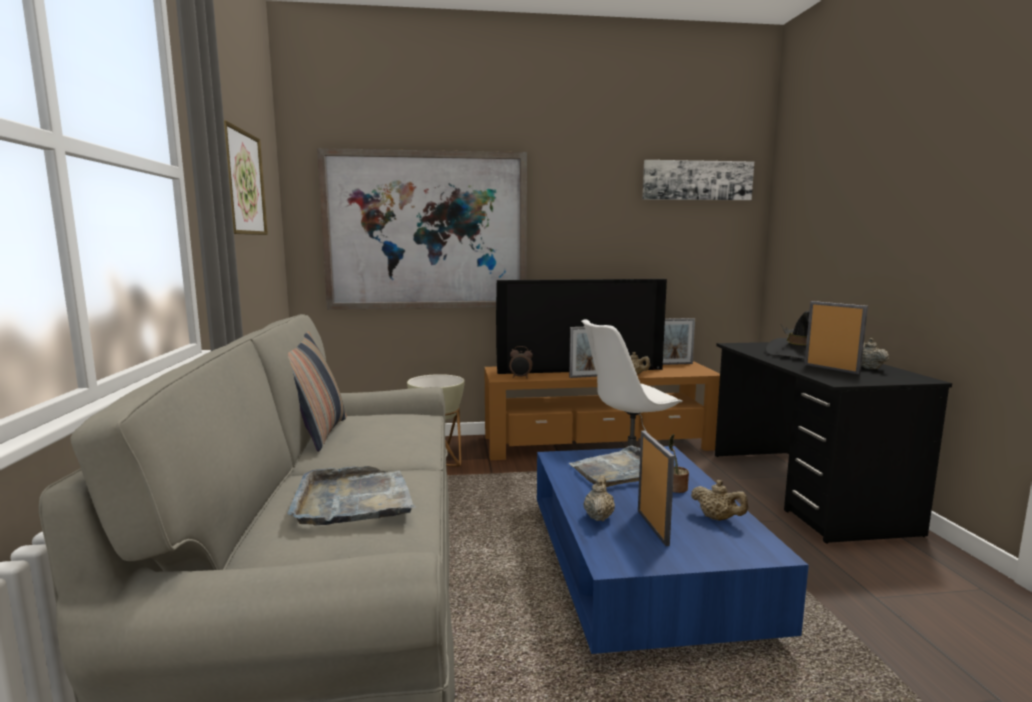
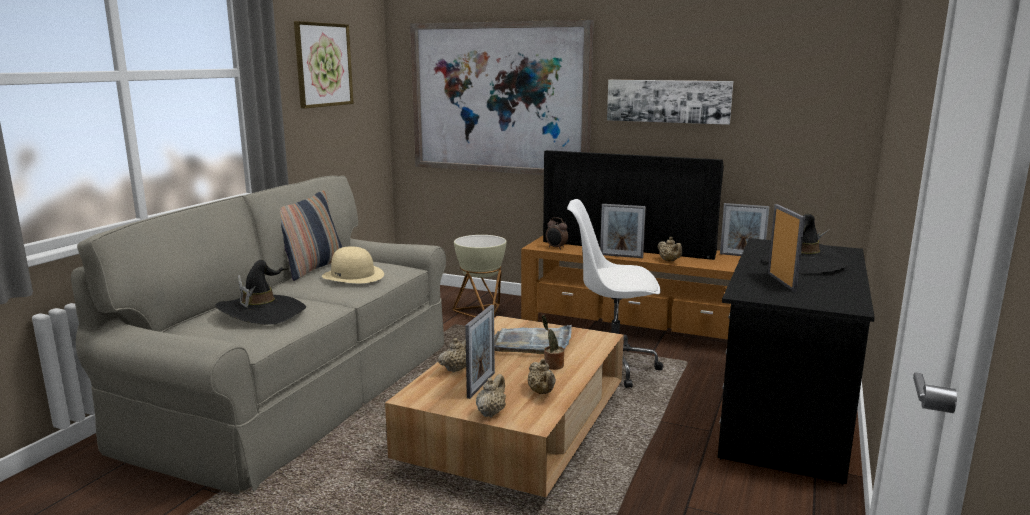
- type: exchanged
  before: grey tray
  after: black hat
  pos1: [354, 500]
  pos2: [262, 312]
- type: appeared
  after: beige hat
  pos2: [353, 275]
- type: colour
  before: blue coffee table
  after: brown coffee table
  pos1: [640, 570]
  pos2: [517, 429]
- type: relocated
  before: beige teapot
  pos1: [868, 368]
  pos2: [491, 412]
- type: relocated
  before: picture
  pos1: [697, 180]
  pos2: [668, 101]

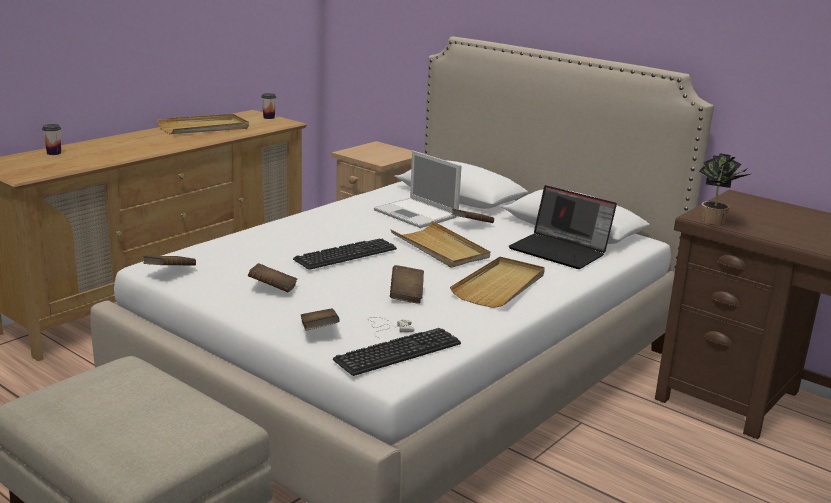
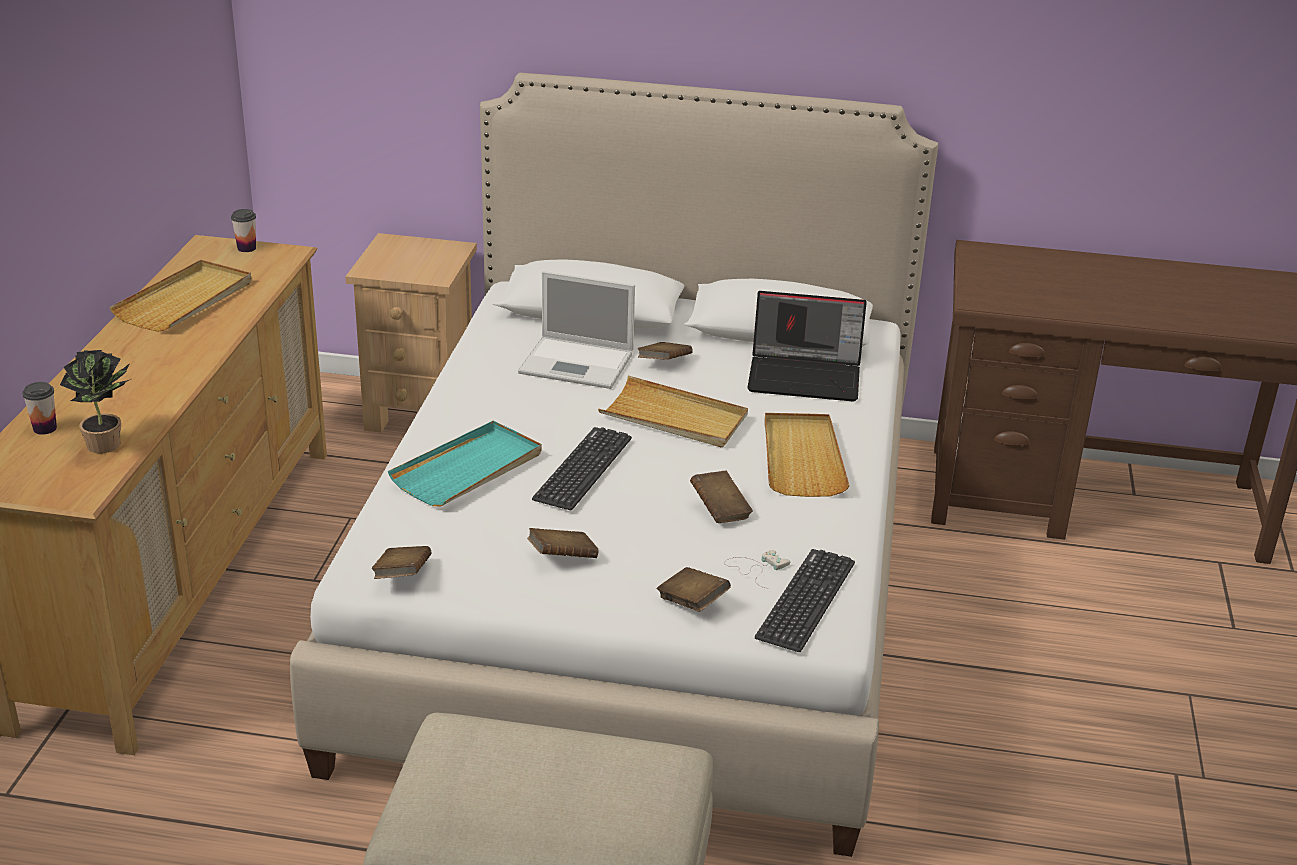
- type: relocated
  before: potted plant
  pos1: [716, 222]
  pos2: [108, 445]
- type: appeared
  after: turquoise tray
  pos2: [468, 469]

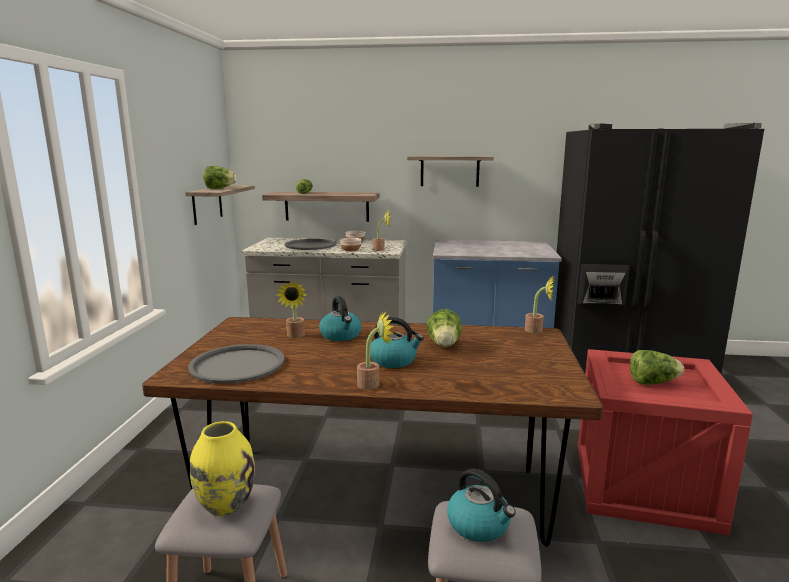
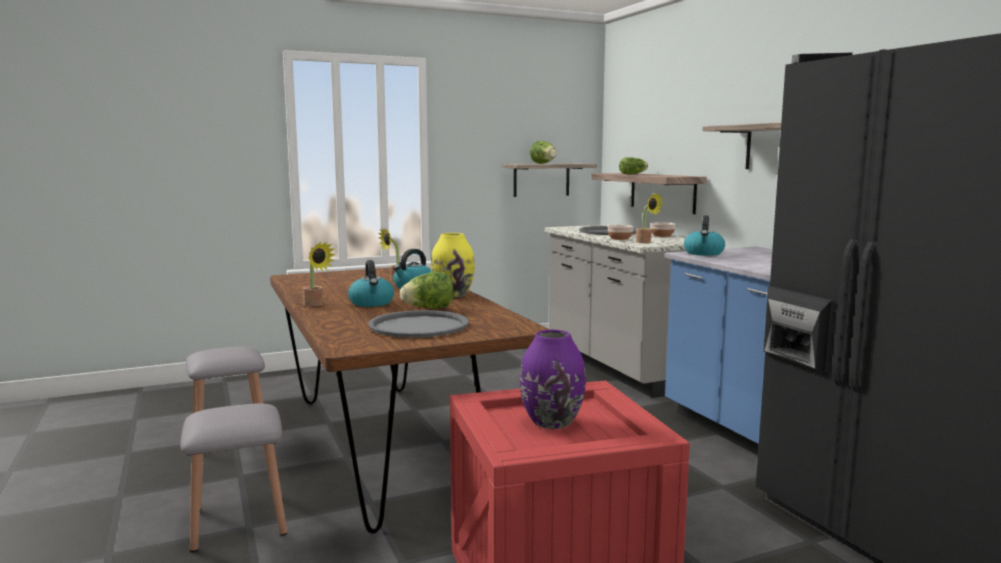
- type: relocated
  before: grey tray
  pos1: [237, 365]
  pos2: [418, 326]
- type: relocated
  before: yellow vase
  pos1: [225, 504]
  pos2: [453, 295]
- type: exchanged
  before: lettuce
  after: purple vase
  pos1: [652, 382]
  pos2: [552, 422]
- type: relocated
  before: kettle
  pos1: [479, 525]
  pos2: [704, 253]
- type: missing
  before: potted plant
  pos1: [537, 330]

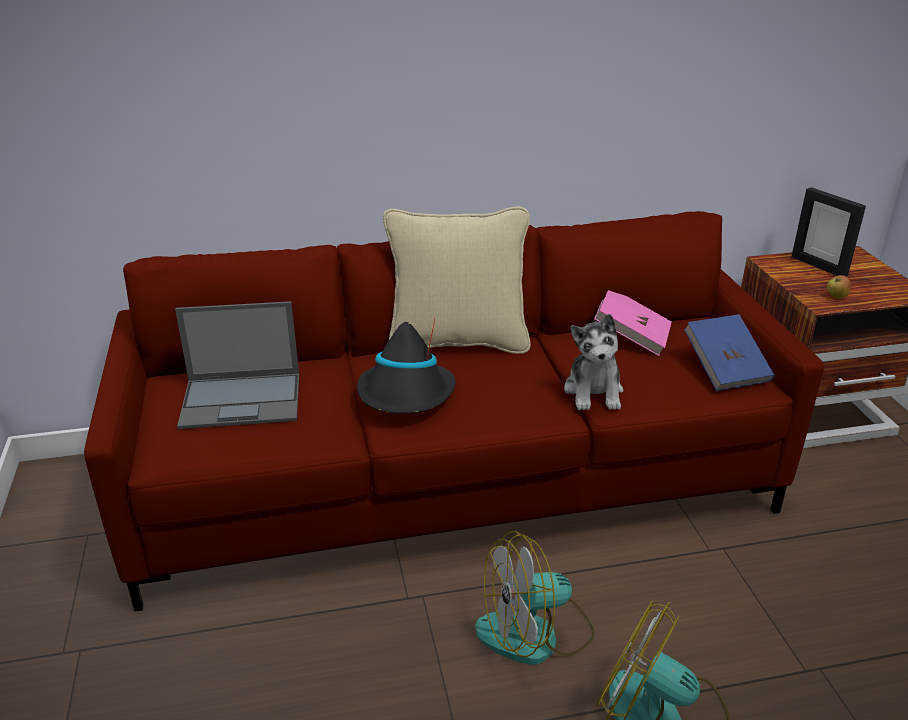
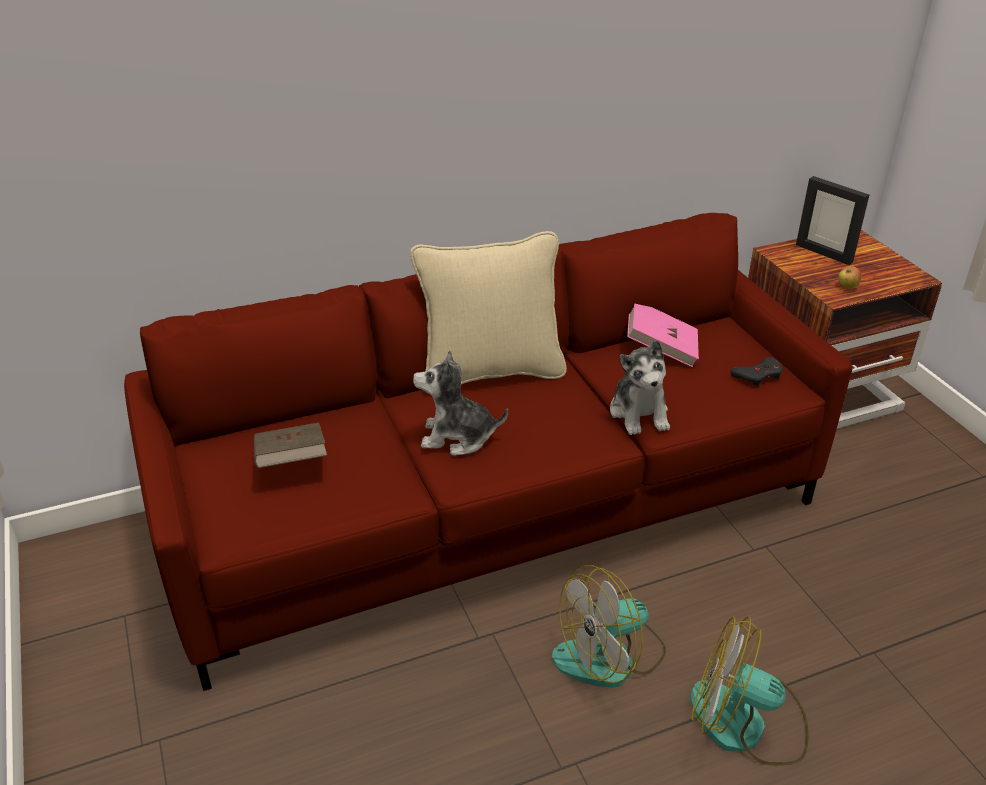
- type: exchanged
  before: laptop
  after: brown book
  pos1: [243, 400]
  pos2: [291, 462]
- type: exchanged
  before: black hat
  after: plush toy
  pos1: [406, 394]
  pos2: [457, 437]
- type: exchanged
  before: blue book
  after: black game controller
  pos1: [725, 369]
  pos2: [758, 375]

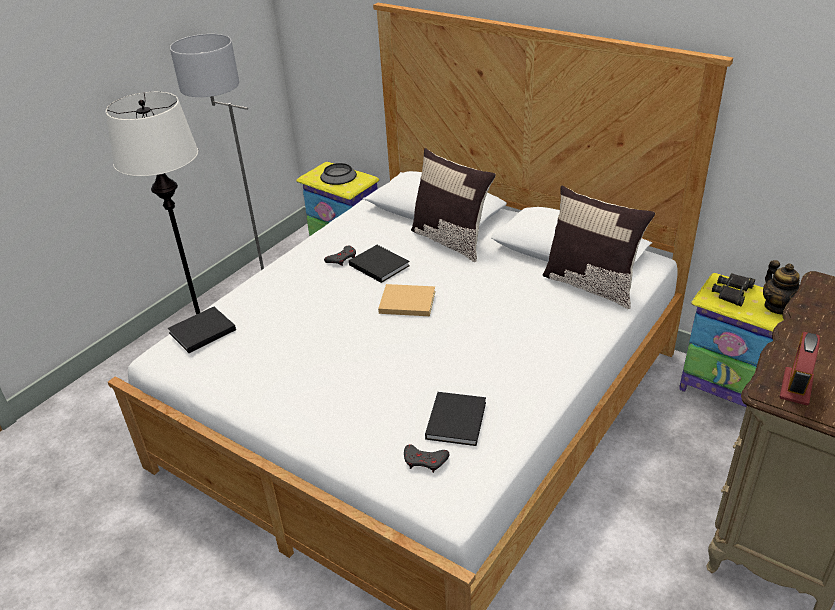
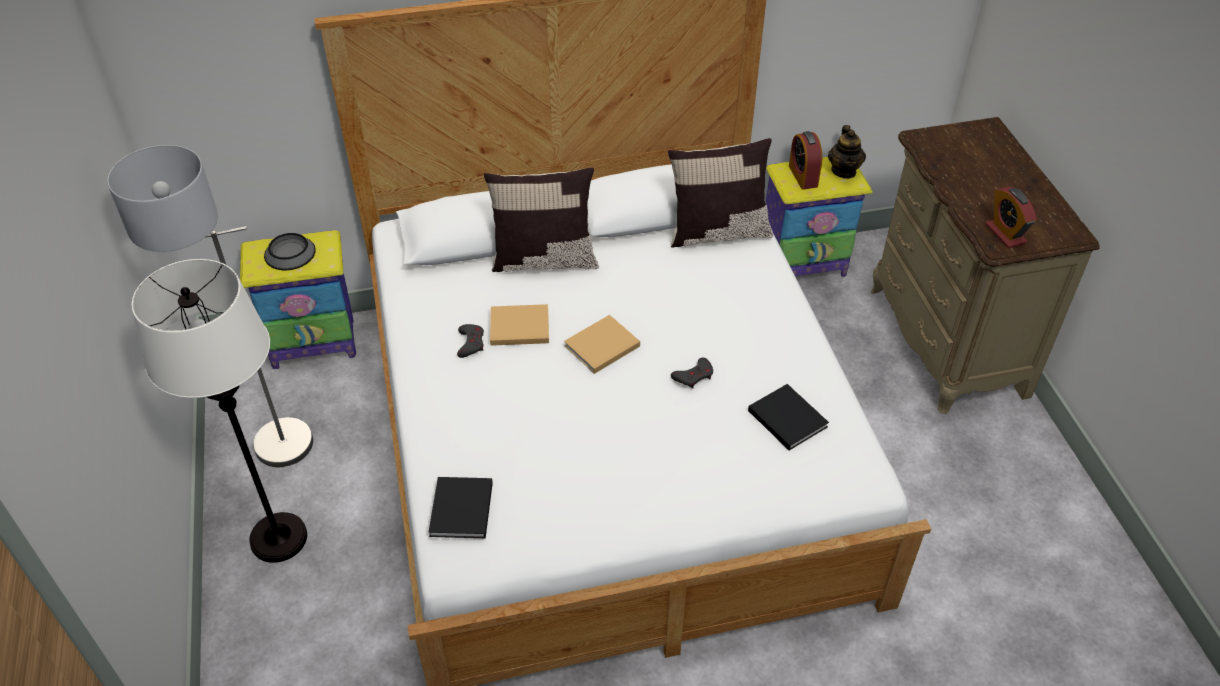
- type: colour
  before: black book
  after: beige book
  pos1: [378, 264]
  pos2: [517, 327]
- type: relocated
  before: grey game controller
  pos1: [425, 461]
  pos2: [694, 376]
- type: exchanged
  before: black binoculars
  after: alarm clock
  pos1: [733, 292]
  pos2: [803, 176]
- type: spun
  before: teapot
  pos1: [778, 307]
  pos2: [844, 171]
  turn: 60

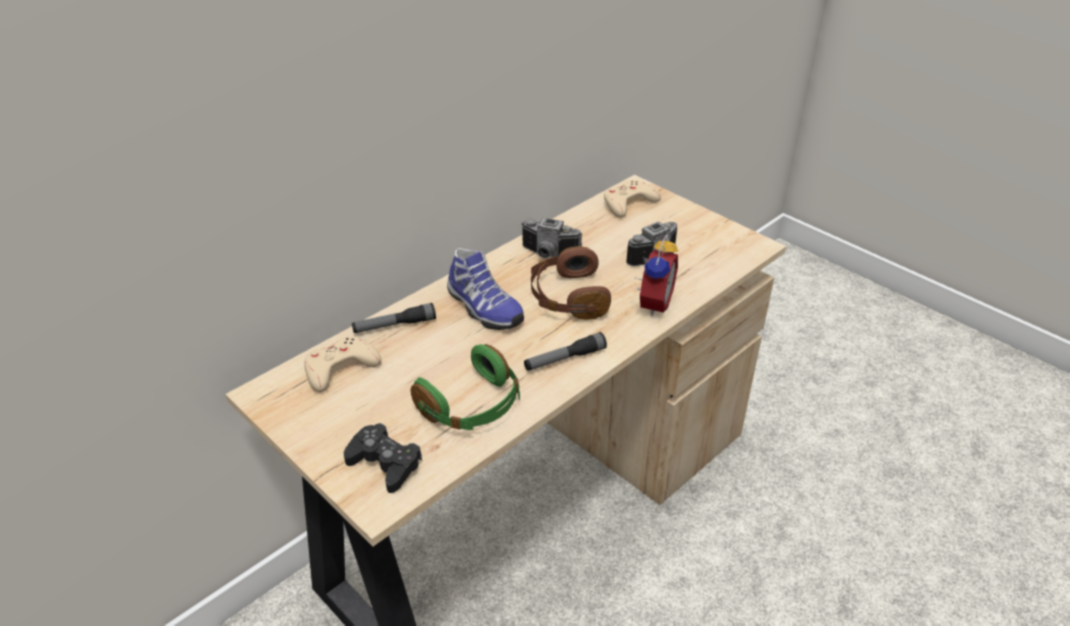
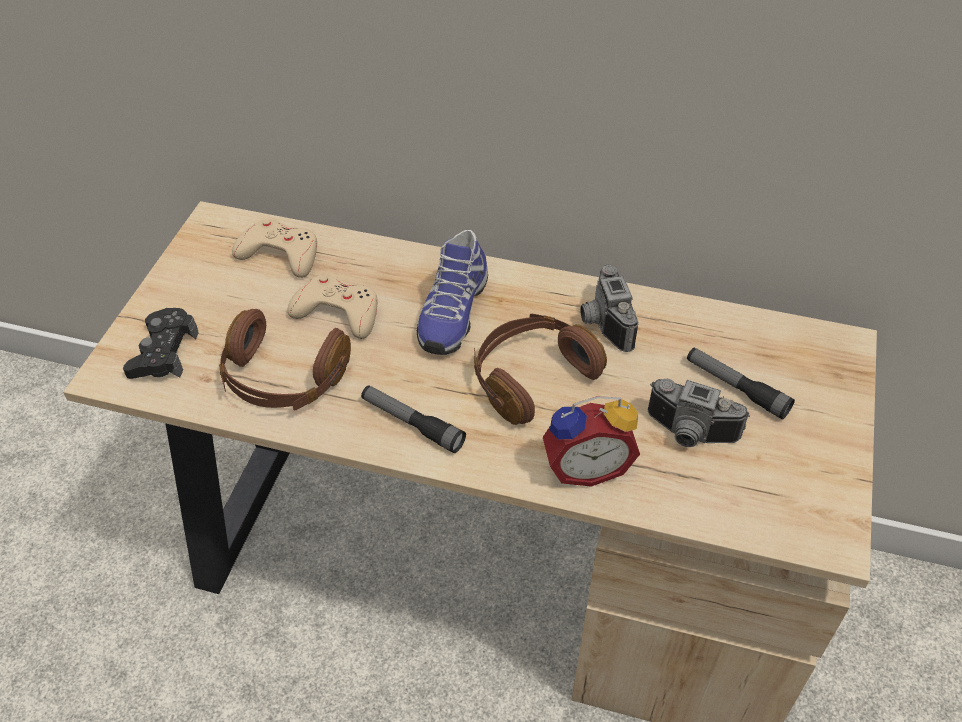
- type: colour
  before: green headphones
  after: brown headphones
  pos1: [472, 406]
  pos2: [283, 379]
- type: relocated
  before: beige game controller
  pos1: [628, 203]
  pos2: [338, 312]
- type: relocated
  before: flashlight
  pos1: [394, 325]
  pos2: [736, 388]

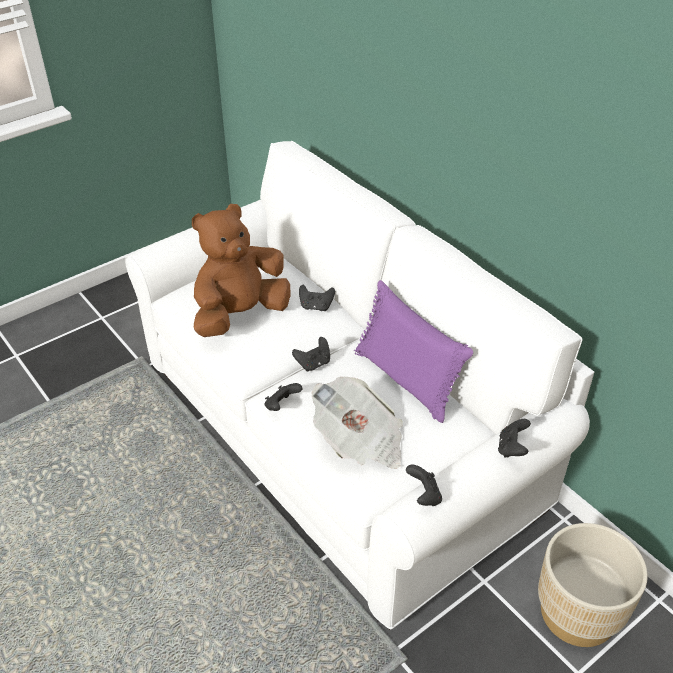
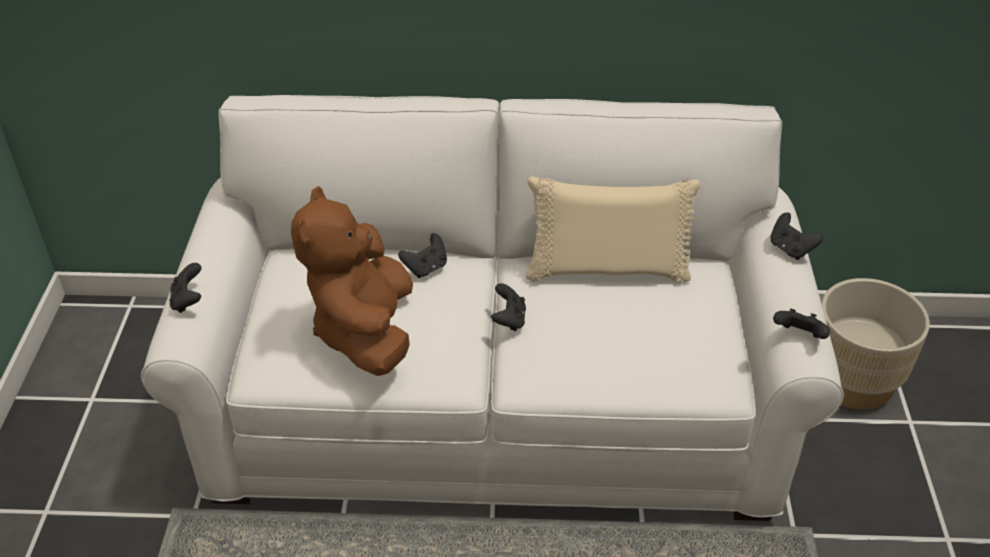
- type: relocated
  before: black game controller
  pos1: [282, 406]
  pos2: [188, 301]
- type: colour
  before: purple pillow
  after: beige pillow
  pos1: [407, 380]
  pos2: [607, 269]
- type: missing
  before: newspaper
  pos1: [360, 441]

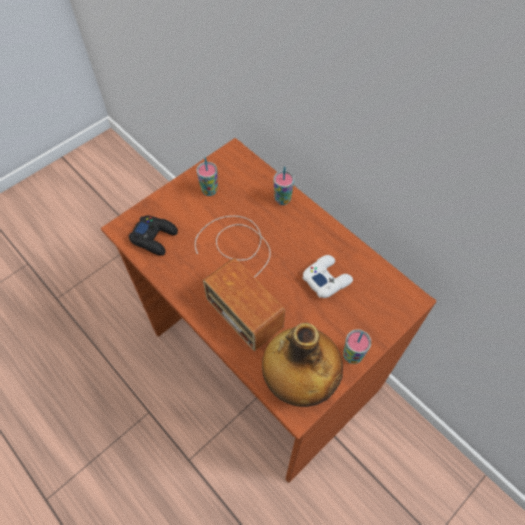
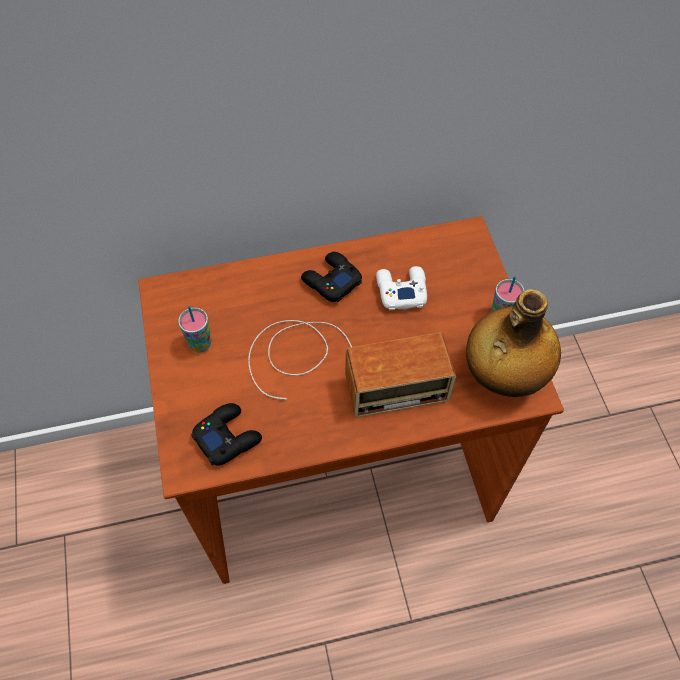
- type: appeared
  after: black game controller
  pos2: [331, 281]
- type: missing
  before: cup
  pos1: [282, 199]

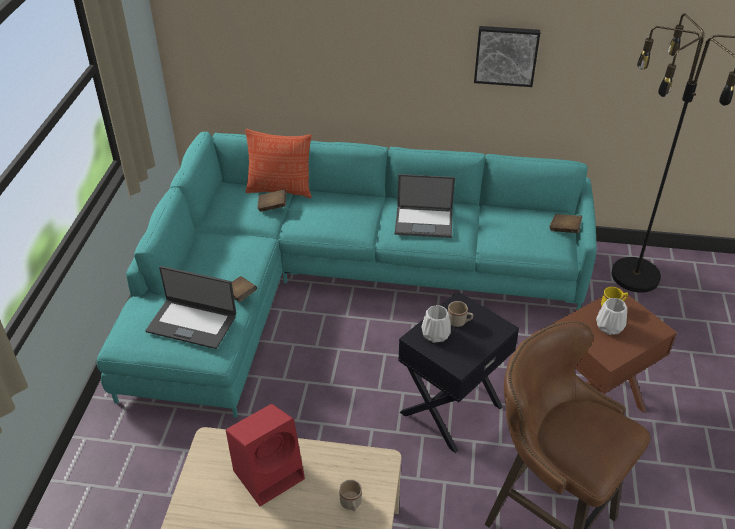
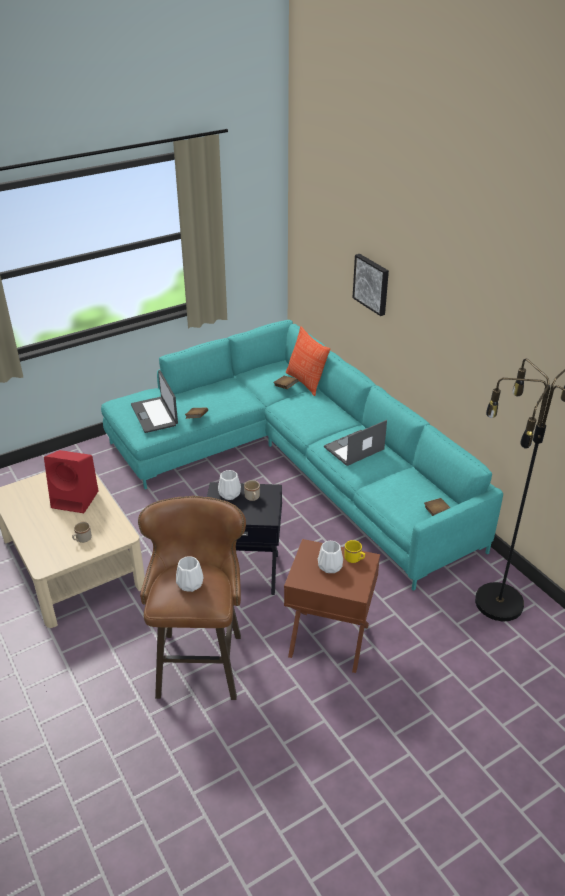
- type: appeared
  after: white vase
  pos2: [189, 583]
- type: spun
  before: laptop
  pos1: [424, 222]
  pos2: [353, 448]
  turn: 90
- type: relocated
  before: picture
  pos1: [506, 55]
  pos2: [372, 284]

